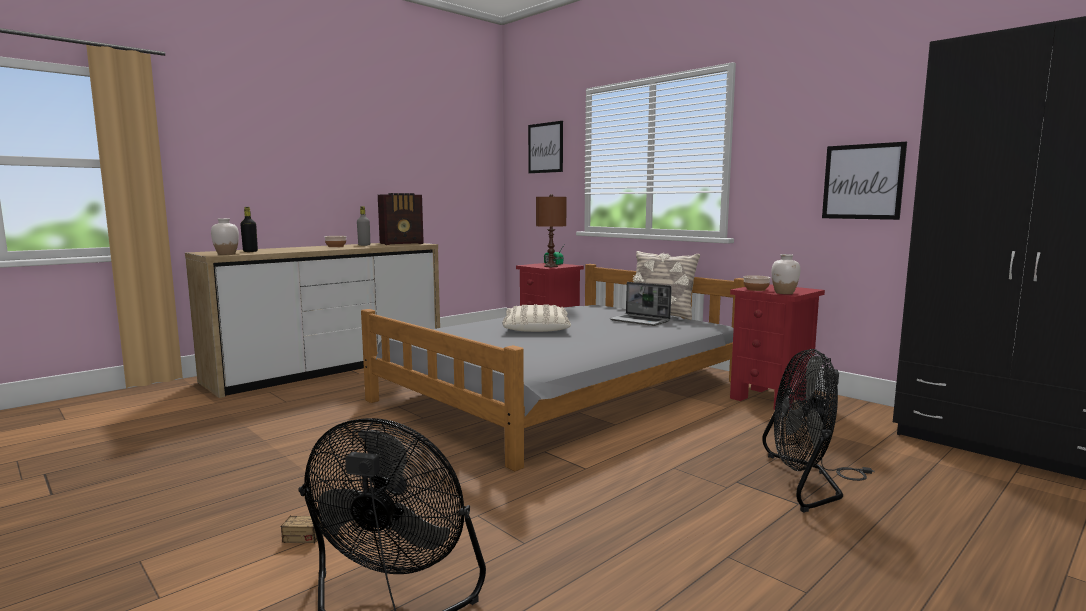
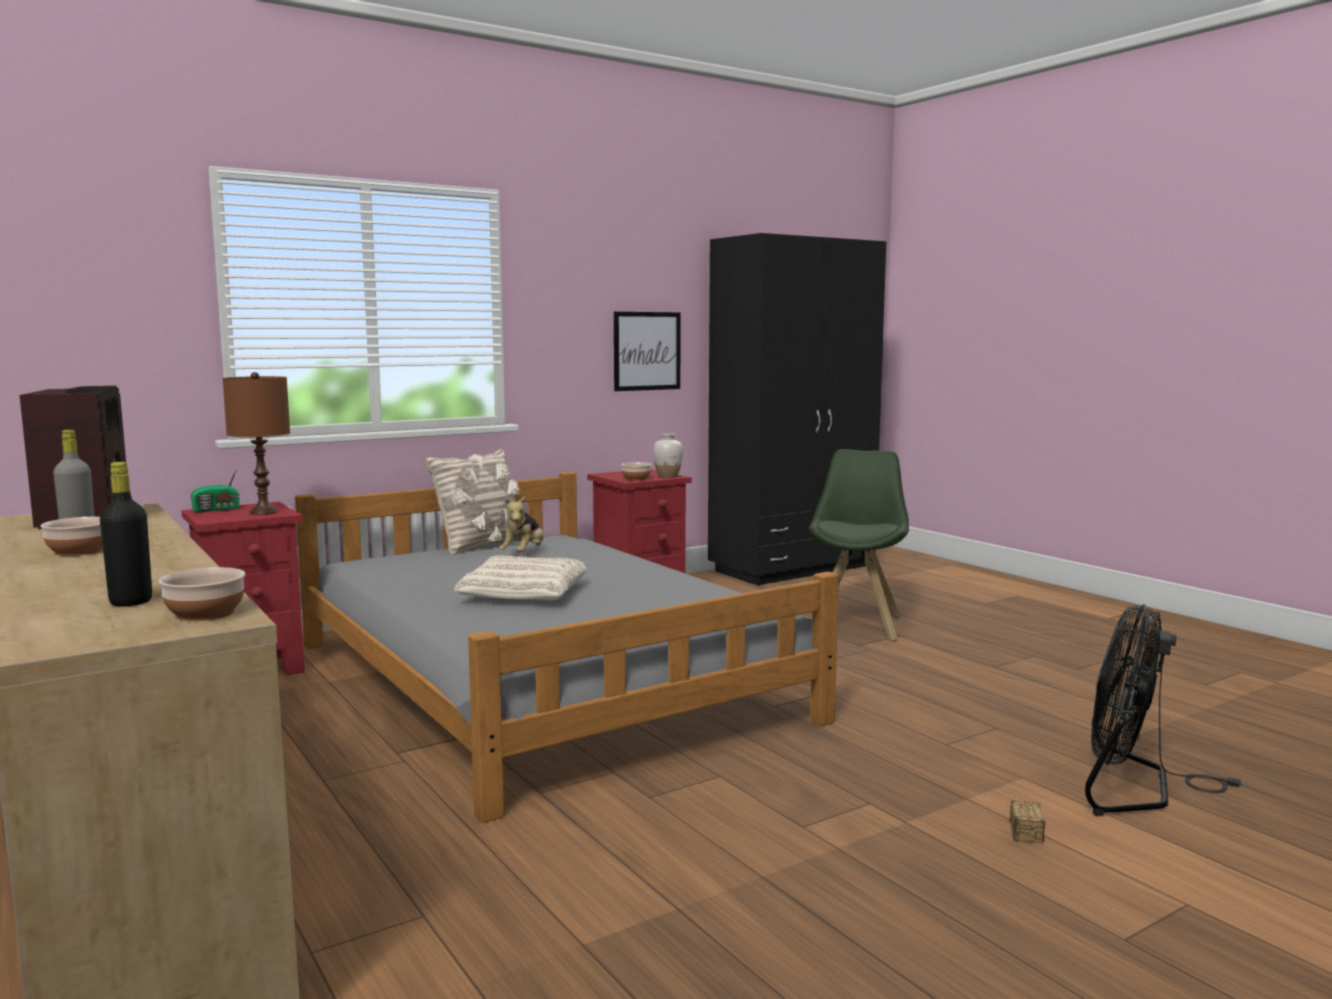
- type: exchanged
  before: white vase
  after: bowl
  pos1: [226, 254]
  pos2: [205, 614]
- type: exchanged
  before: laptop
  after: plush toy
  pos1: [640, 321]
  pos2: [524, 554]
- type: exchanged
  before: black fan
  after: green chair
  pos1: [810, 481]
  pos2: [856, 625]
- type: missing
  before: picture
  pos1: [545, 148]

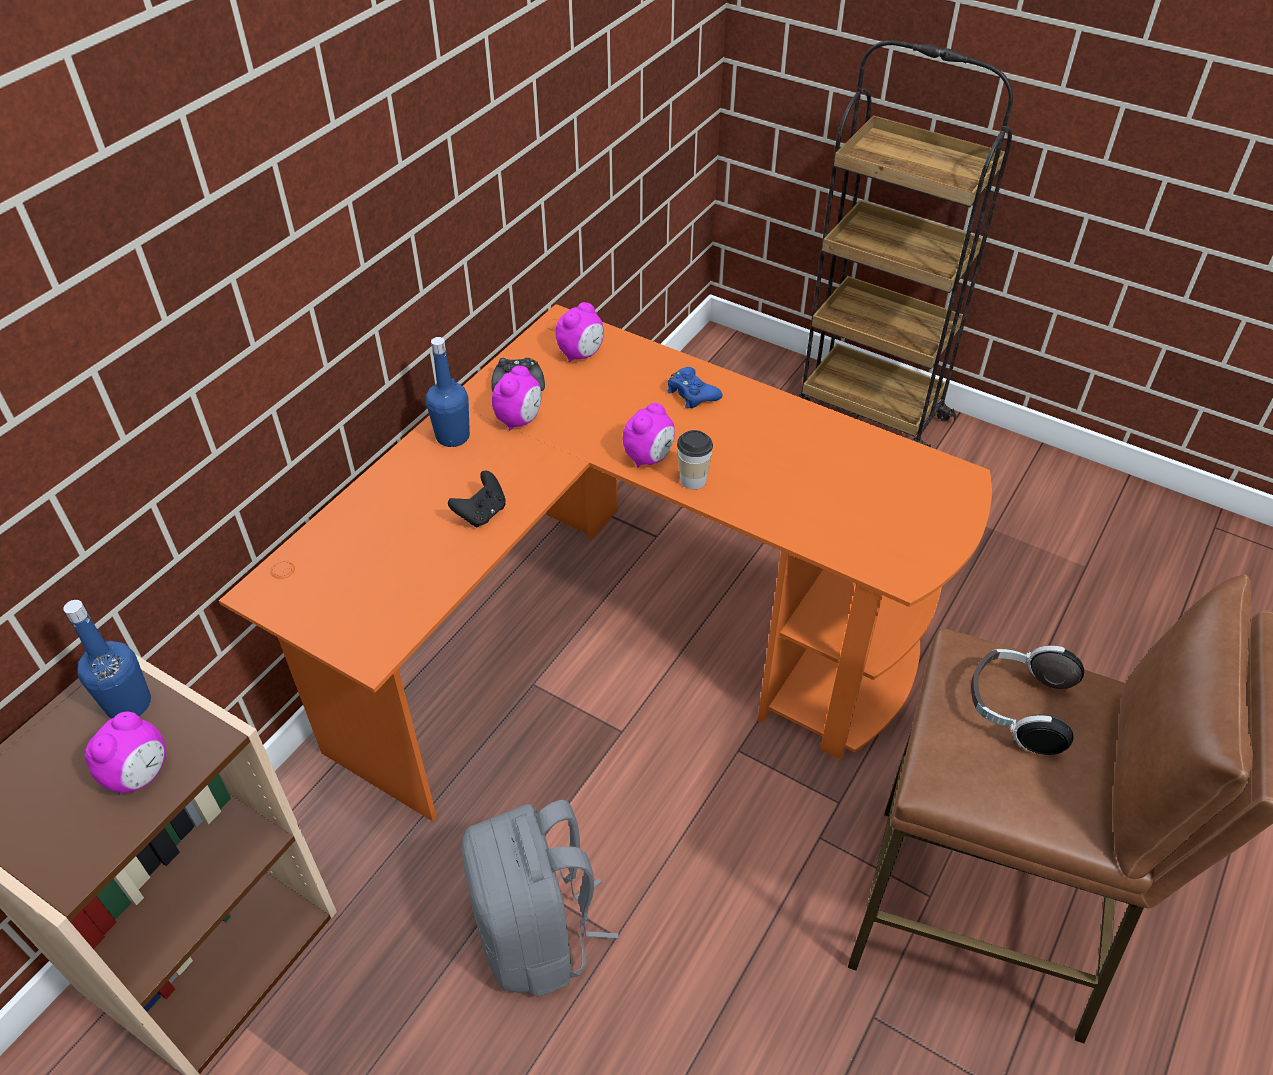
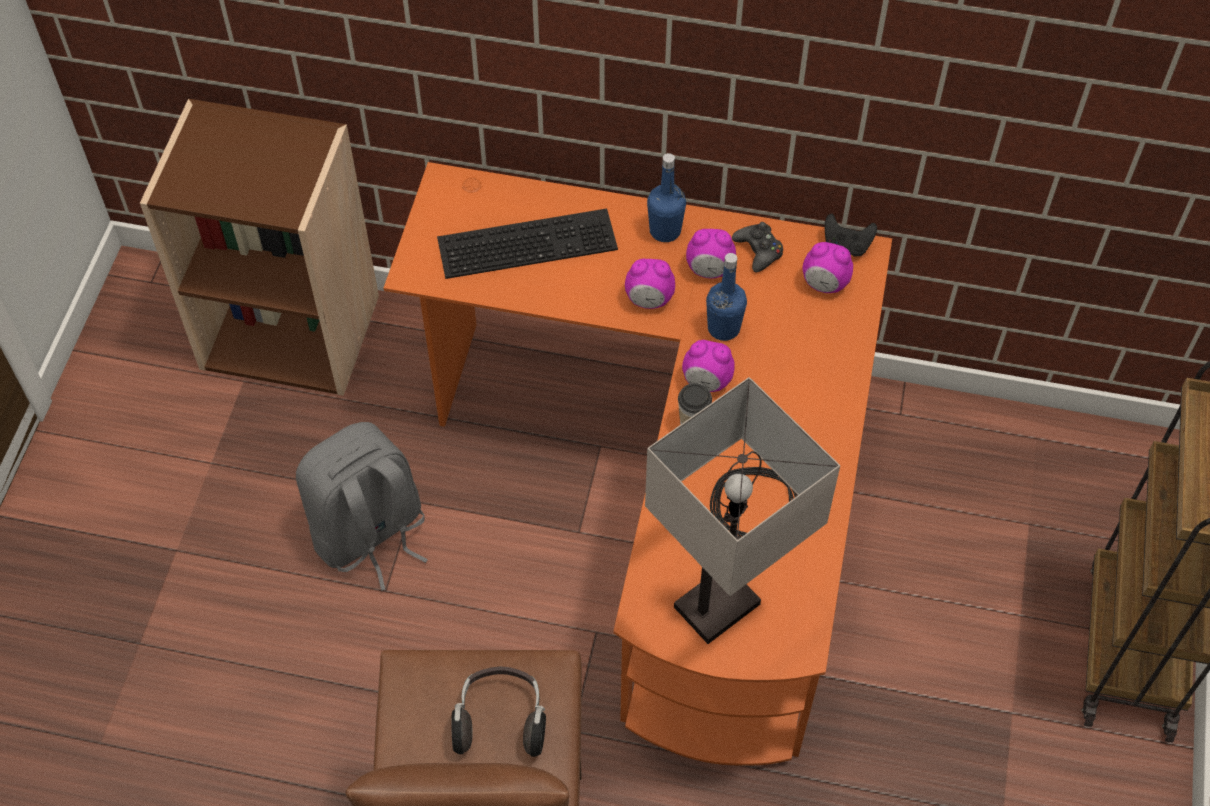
- type: appeared
  after: keyboard
  pos2: [528, 241]
- type: relocated
  before: alarm clock
  pos1: [140, 774]
  pos2: [649, 300]
- type: appeared
  after: table lamp
  pos2: [737, 563]
- type: relocated
  before: blue bottle
  pos1: [129, 704]
  pos2: [723, 328]
- type: relocated
  before: black game controller
  pos1: [481, 513]
  pos2: [846, 246]
- type: missing
  before: blue game controller
  pos1: [692, 394]

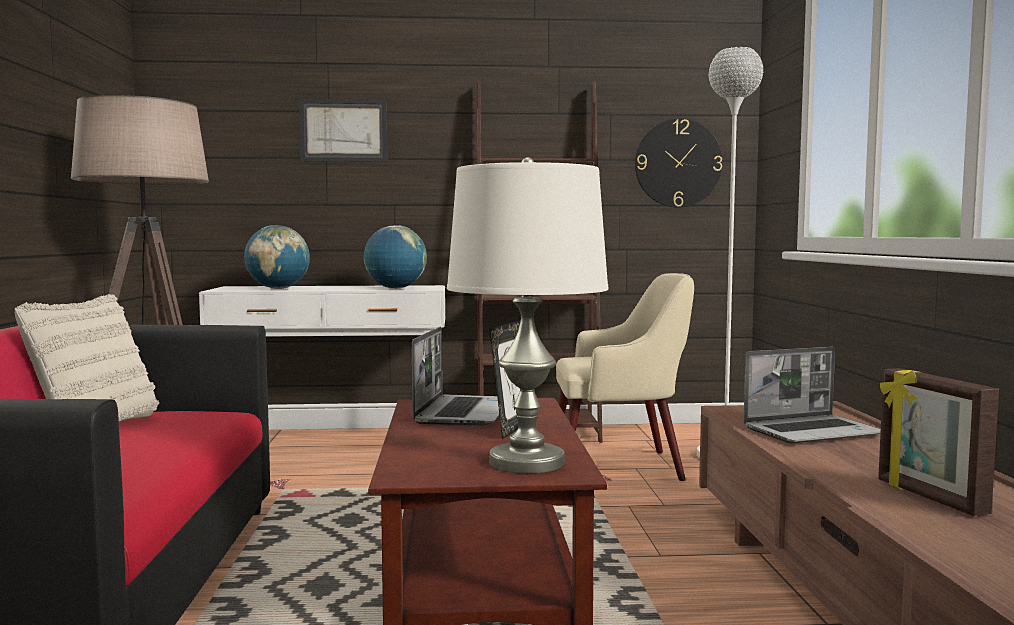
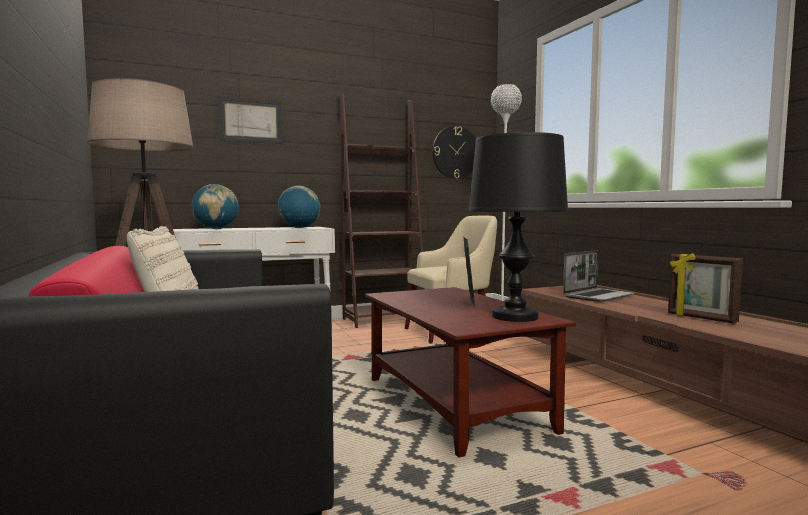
- type: colour
  before: white table lamp
  after: black table lamp
  pos1: [526, 462]
  pos2: [514, 316]
- type: missing
  before: laptop
  pos1: [462, 412]

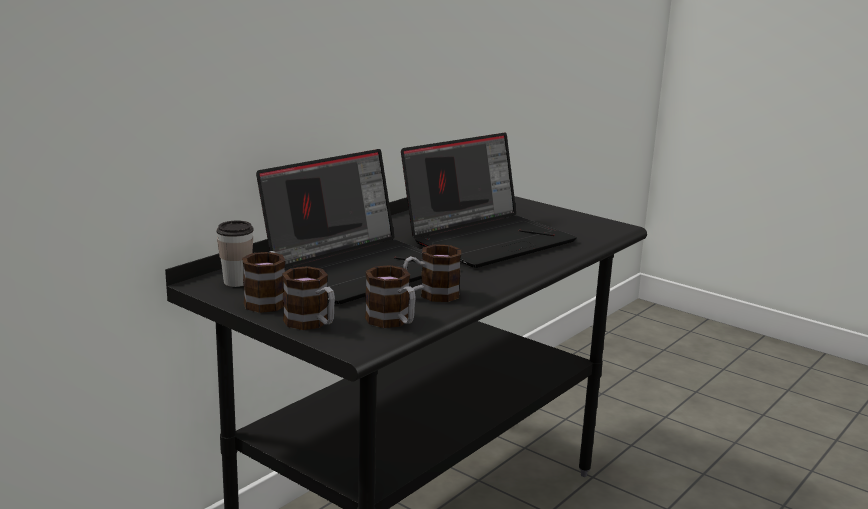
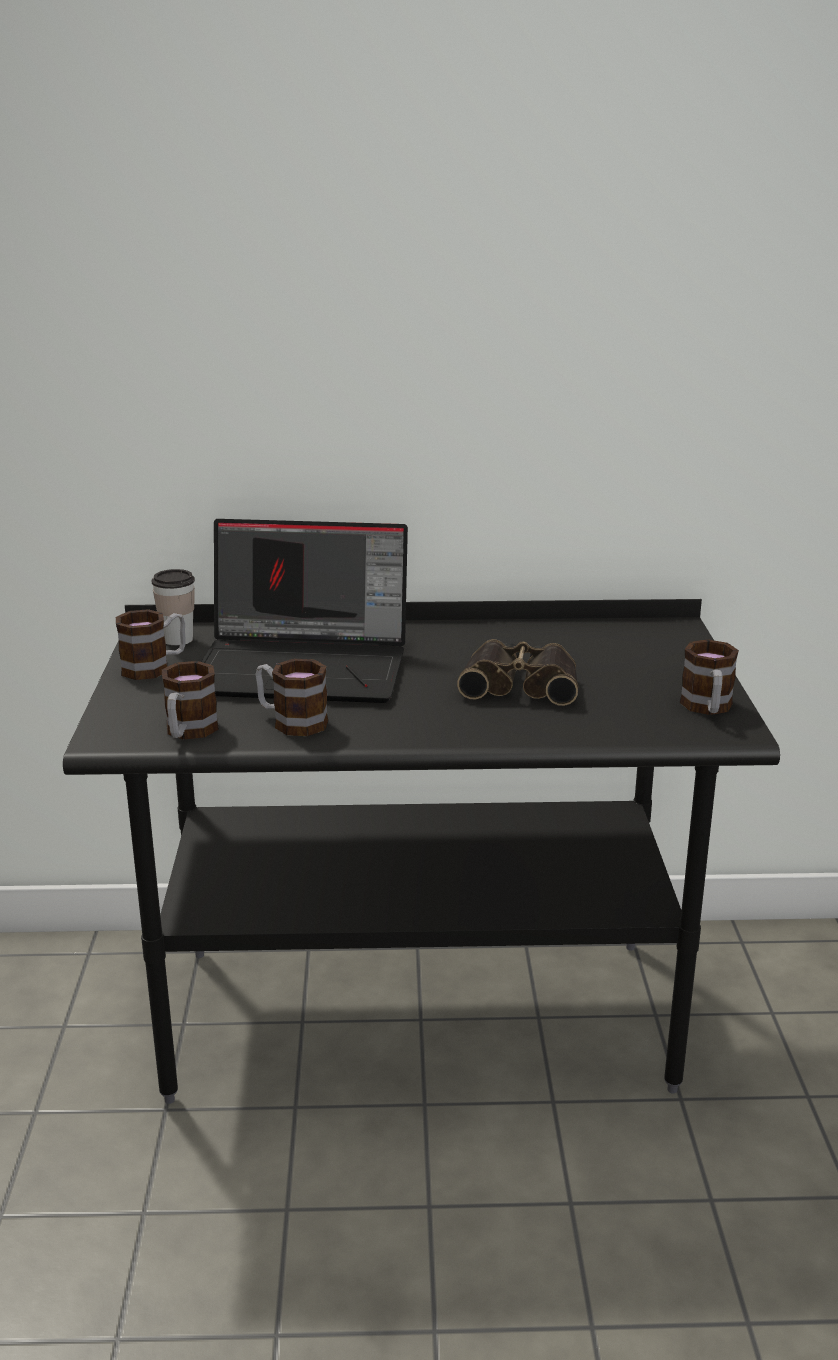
- type: exchanged
  before: laptop
  after: binoculars
  pos1: [488, 239]
  pos2: [521, 684]
- type: relocated
  before: mug
  pos1: [311, 324]
  pos2: [707, 708]

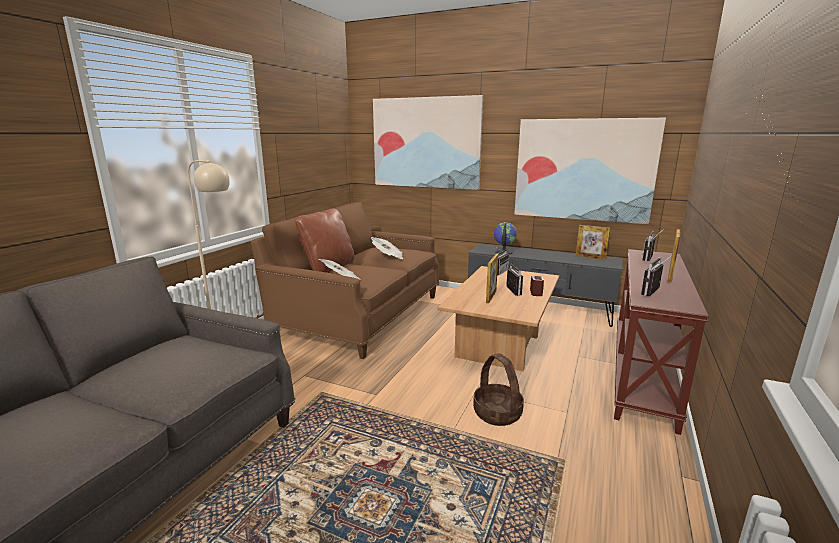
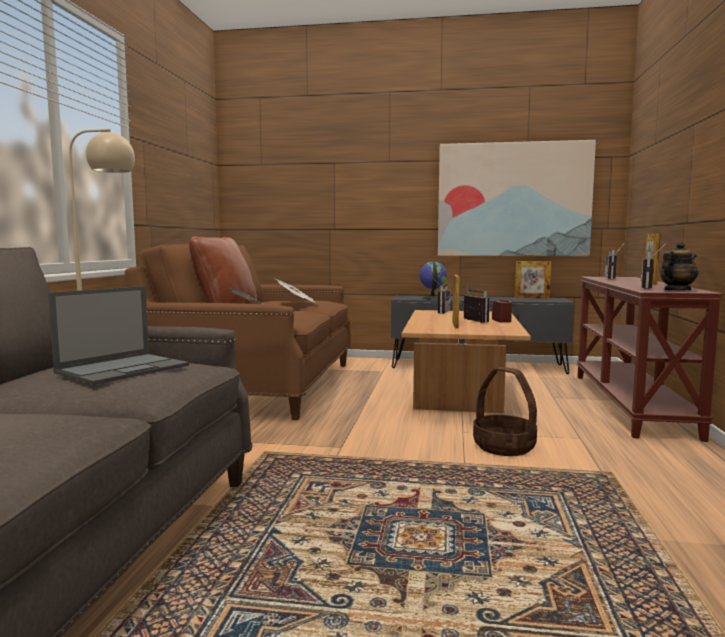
- type: appeared
  after: laptop
  pos2: [124, 369]
- type: appeared
  after: teapot
  pos2: [676, 290]
- type: missing
  before: picture
  pos1: [426, 143]

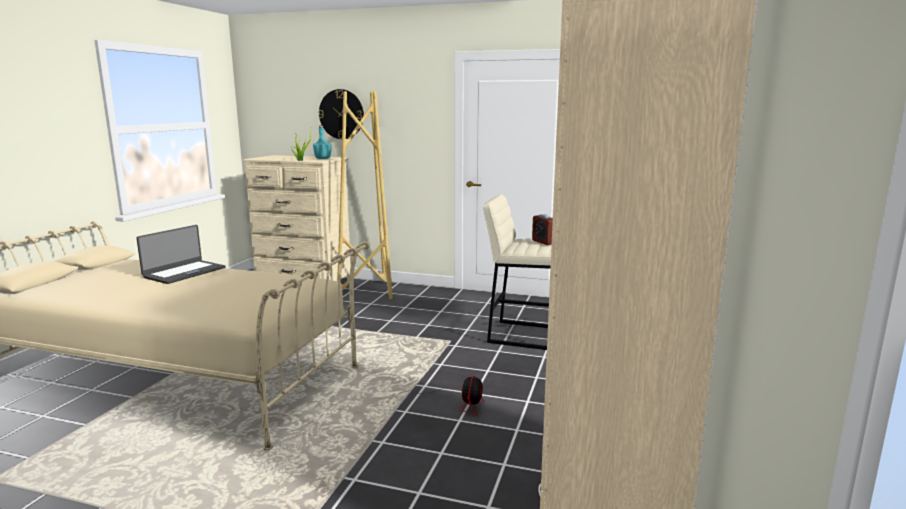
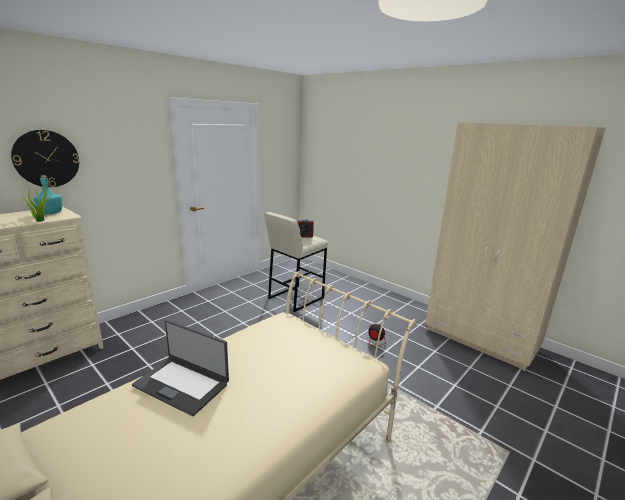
- type: spun
  before: laptop
  pos1: [184, 272]
  pos2: [182, 384]
  turn: 150
- type: missing
  before: yellow clothes rack
  pos1: [371, 291]

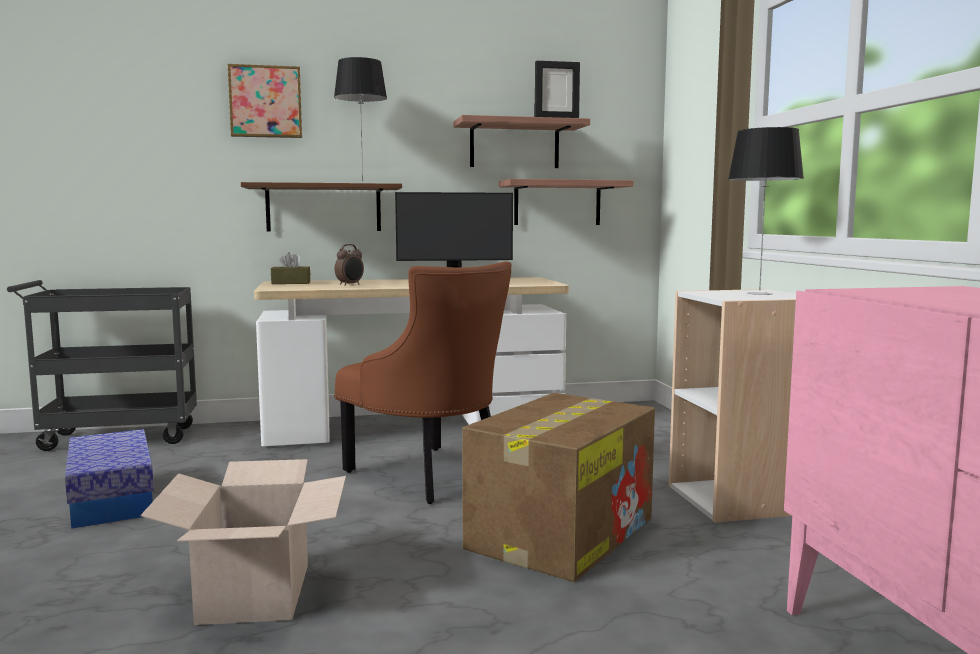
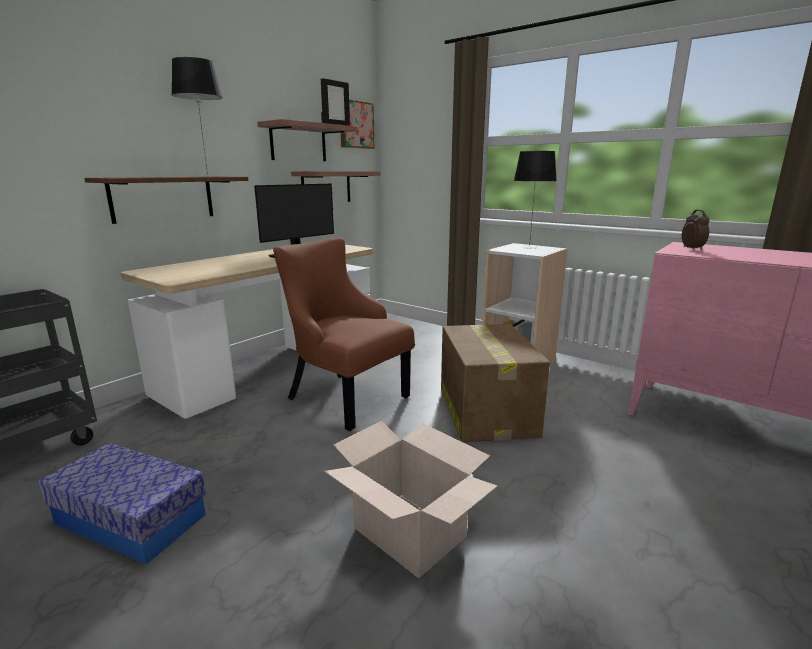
- type: spun
  before: brown chair
  pos1: [426, 474]
  pos2: [348, 400]
  turn: -150
- type: relocated
  before: picture
  pos1: [265, 102]
  pos2: [355, 125]
- type: relocated
  before: alarm clock
  pos1: [350, 285]
  pos2: [692, 249]
- type: missing
  before: brown tissue box
  pos1: [291, 283]

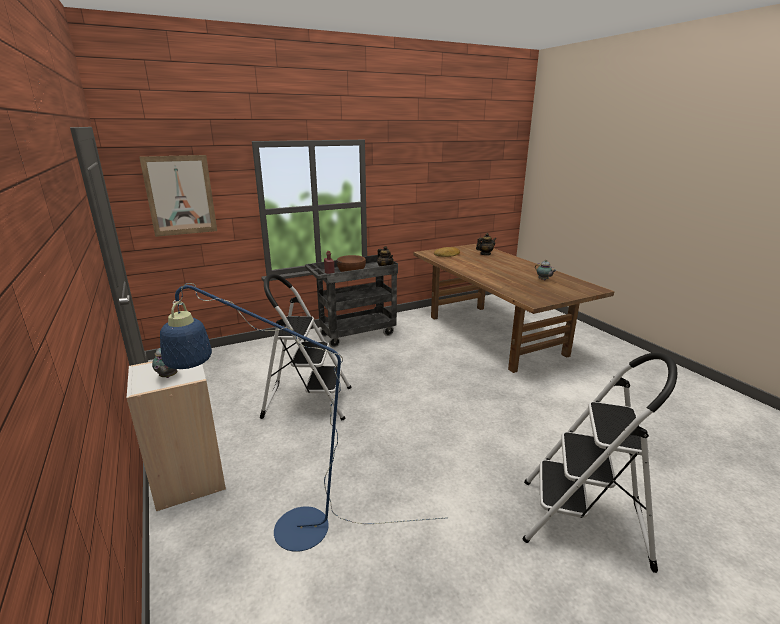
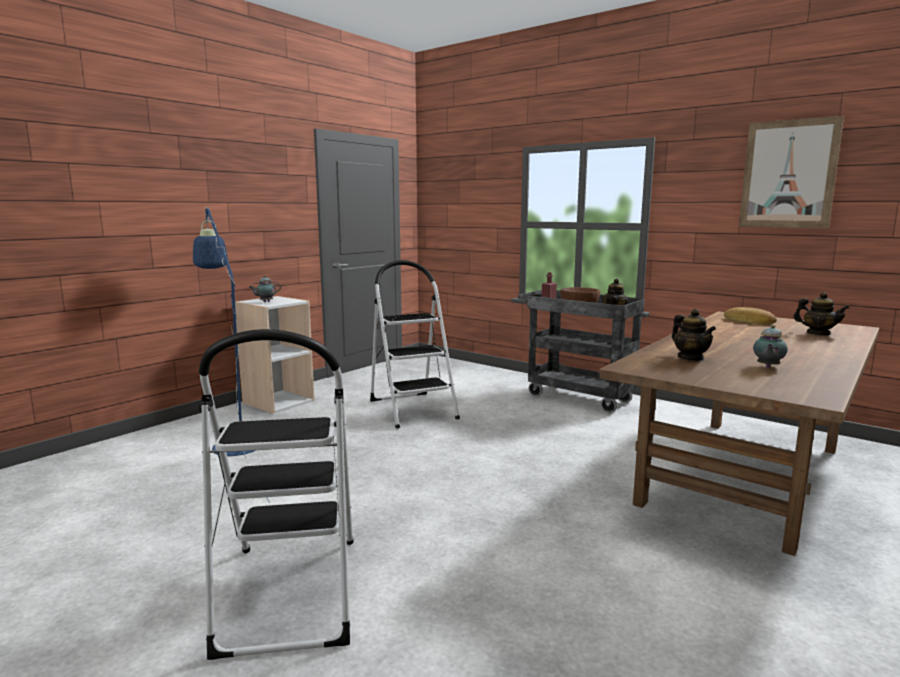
- type: appeared
  after: teapot
  pos2: [690, 358]
- type: relocated
  before: picture
  pos1: [180, 195]
  pos2: [788, 174]

